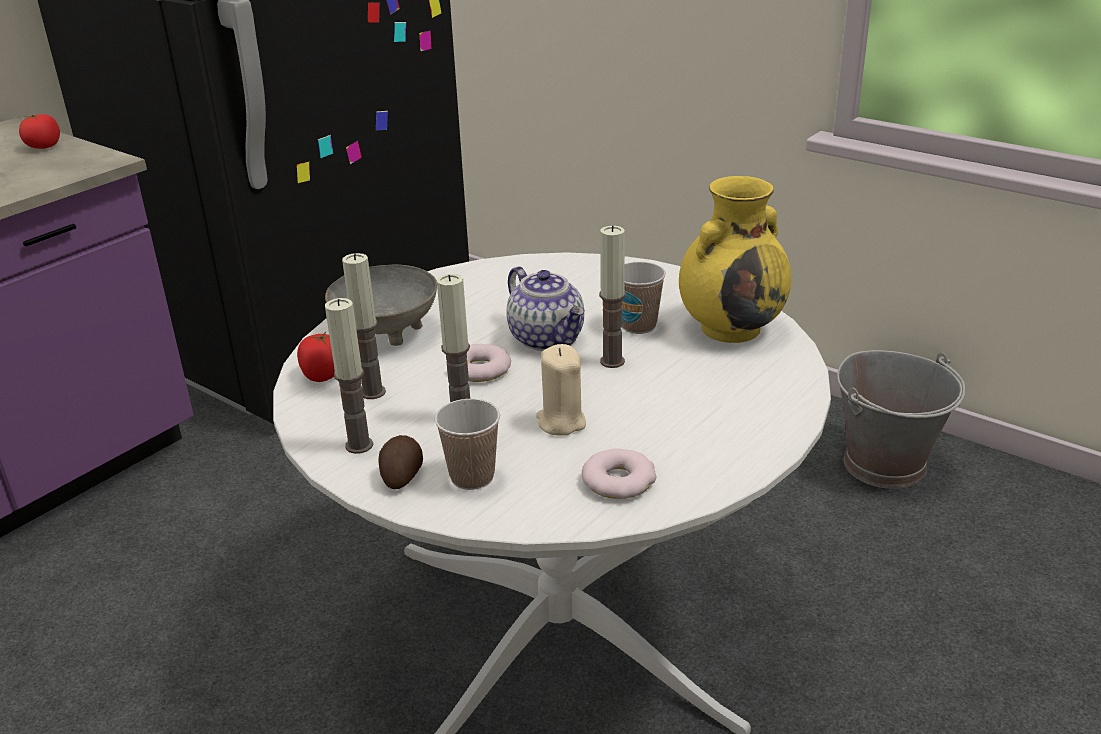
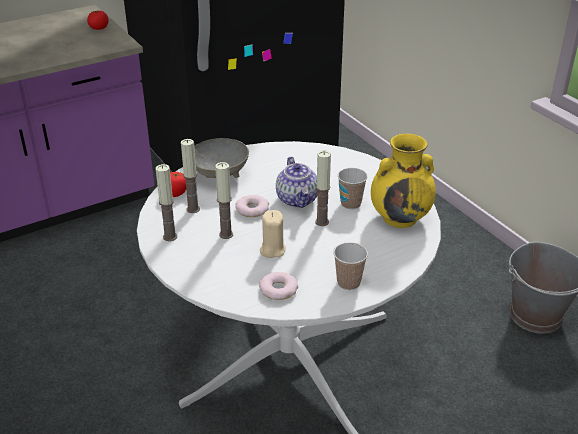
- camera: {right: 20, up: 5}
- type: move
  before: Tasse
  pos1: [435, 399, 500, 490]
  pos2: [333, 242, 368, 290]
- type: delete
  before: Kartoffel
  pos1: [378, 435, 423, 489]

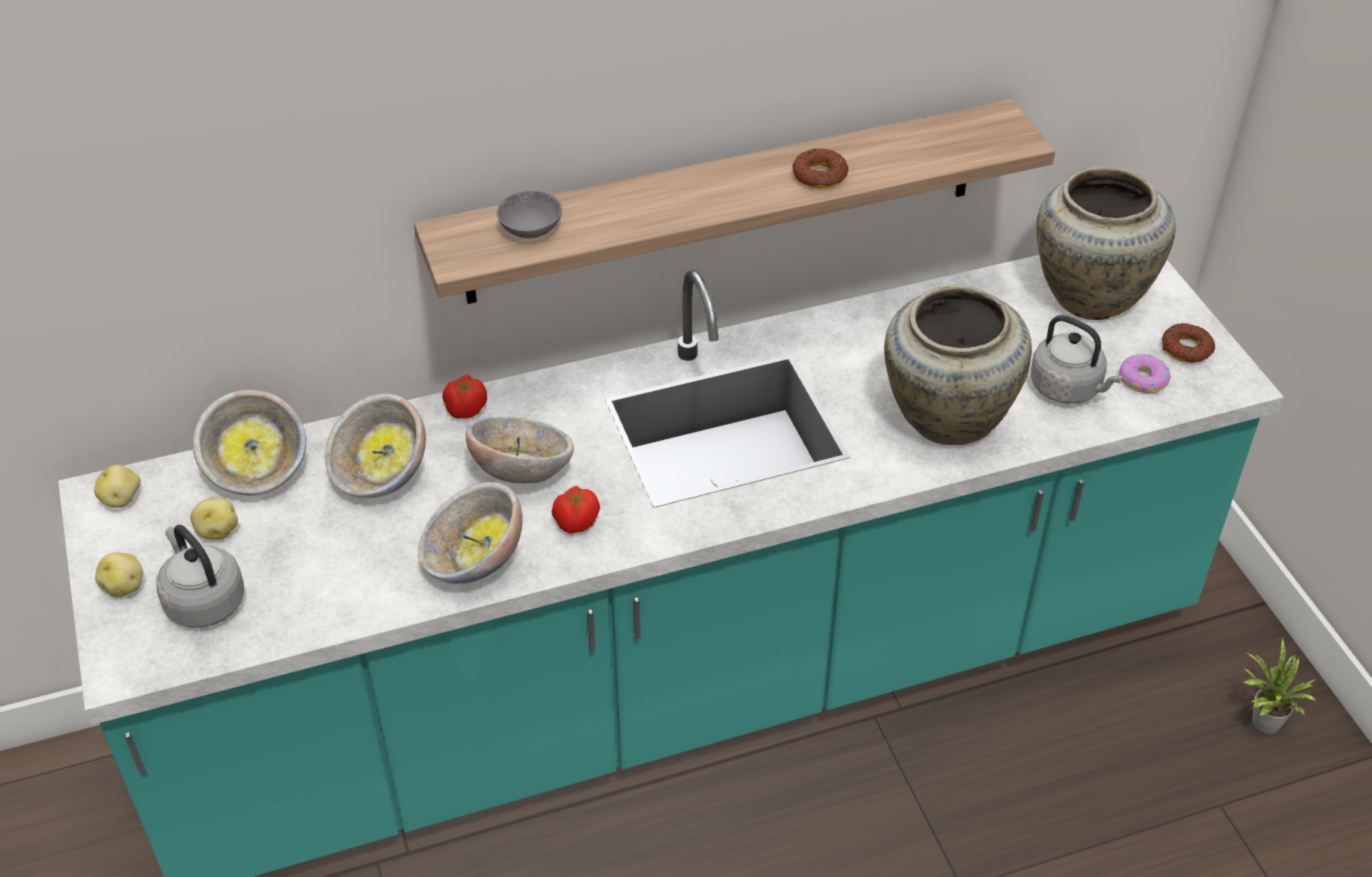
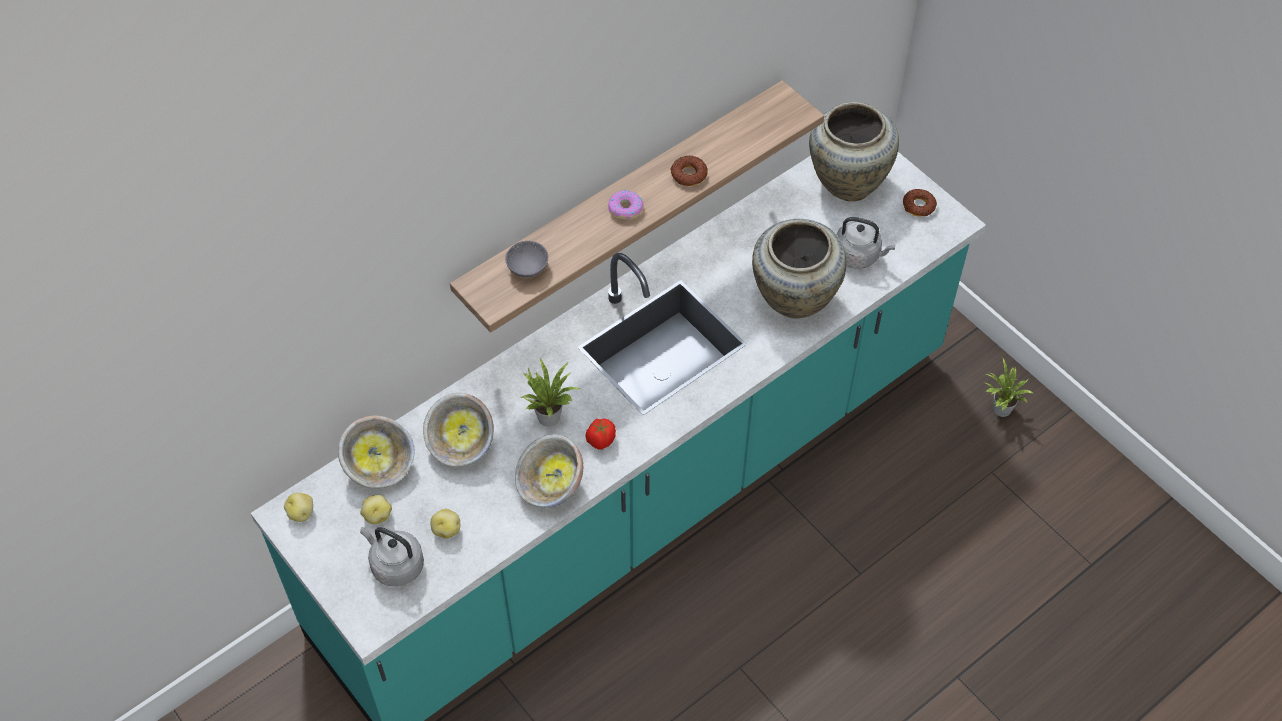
- camera: {right: -20, up: 10}
- type: move
  before: Kartoffel
  pos1: [95, 552, 143, 597]
  pos2: [431, 509, 460, 539]
- type: replace
  before: Schüssel
  after: Topfpflanze
  pos1: [466, 416, 574, 484]
  pos2: [520, 358, 580, 427]
- type: move
  before: Donut
  pos1: [1119, 354, 1171, 393]
  pos2: [608, 190, 644, 220]
- type: delete
  before: Tomate
  pos1: [442, 375, 487, 419]

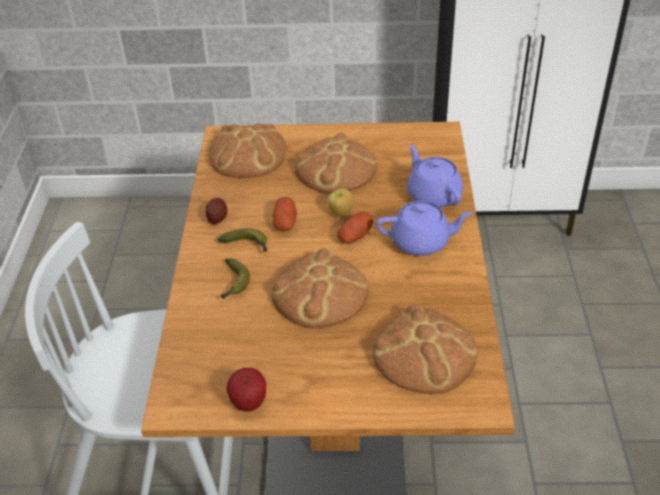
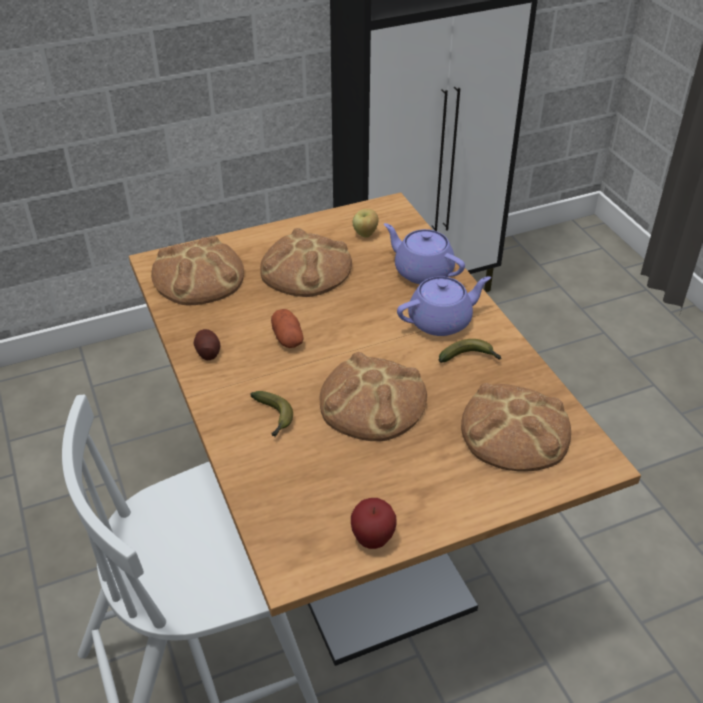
- camera: {right: -25, up: 0}
- type: move
  before: Apfel
  pos1: [328, 189, 354, 217]
  pos2: [353, 209, 379, 238]
- type: move
  before: Banane
  pos1: [218, 228, 267, 252]
  pos2: [439, 339, 502, 363]
- type: delete
  before: Kartoffel
  pos1: [337, 212, 373, 244]

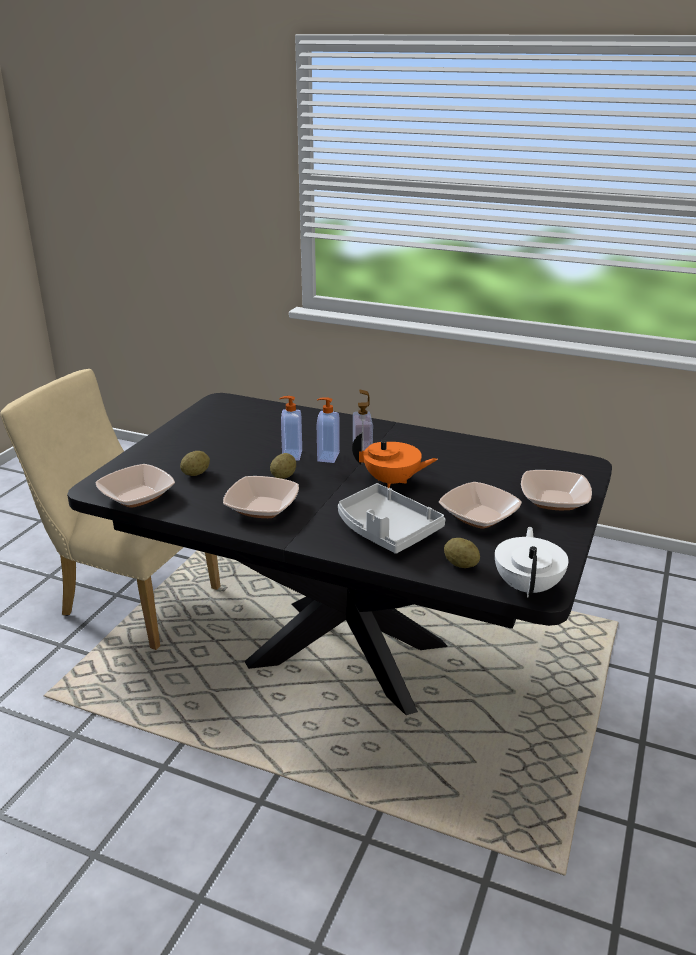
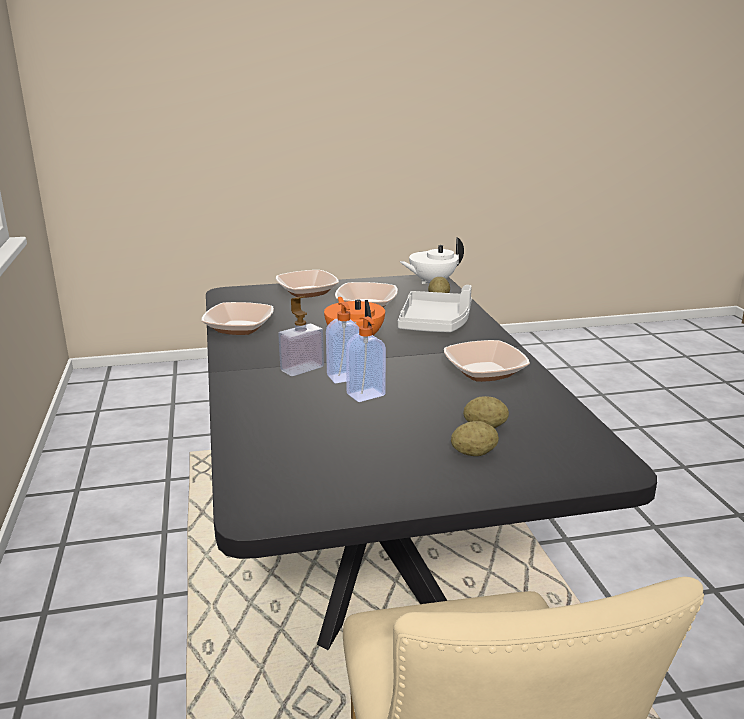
- camera: {right: -125, up: -5}
- type: move
  before: Schüssel
  pos1: [95, 464, 175, 508]
  pos2: [201, 302, 274, 335]
- type: move
  before: Kartoffel
  pos1: [270, 453, 296, 479]
  pos2: [451, 421, 499, 456]

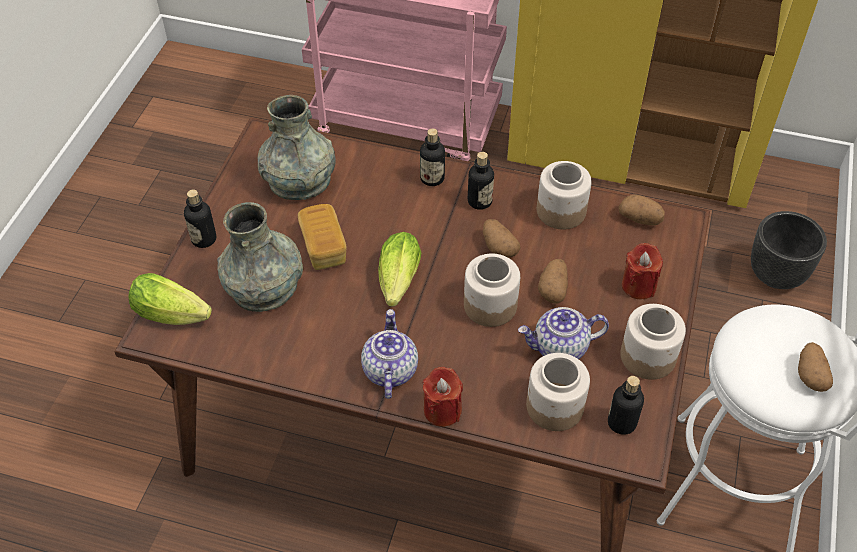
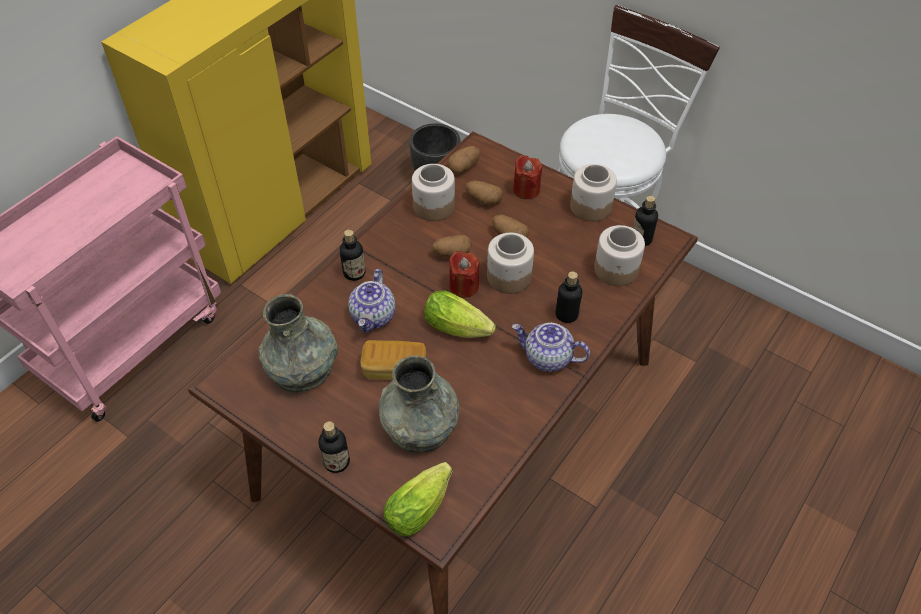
- camera: {right: -70, up: 0}
- type: move
  before: Teekanne
  pos1: [518, 307, 609, 359]
  pos2: [348, 269, 395, 332]
- type: move
  before: Kerze (rot)
  pos1: [423, 367, 463, 427]
  pos2: [449, 251, 479, 298]
- type: move
  before: Kartoffel
  pos1: [798, 342, 833, 392]
  pos2: [466, 180, 503, 205]
- type: move
  before: Flasche
  pos1: [468, 152, 494, 210]
  pos2: [555, 271, 582, 323]

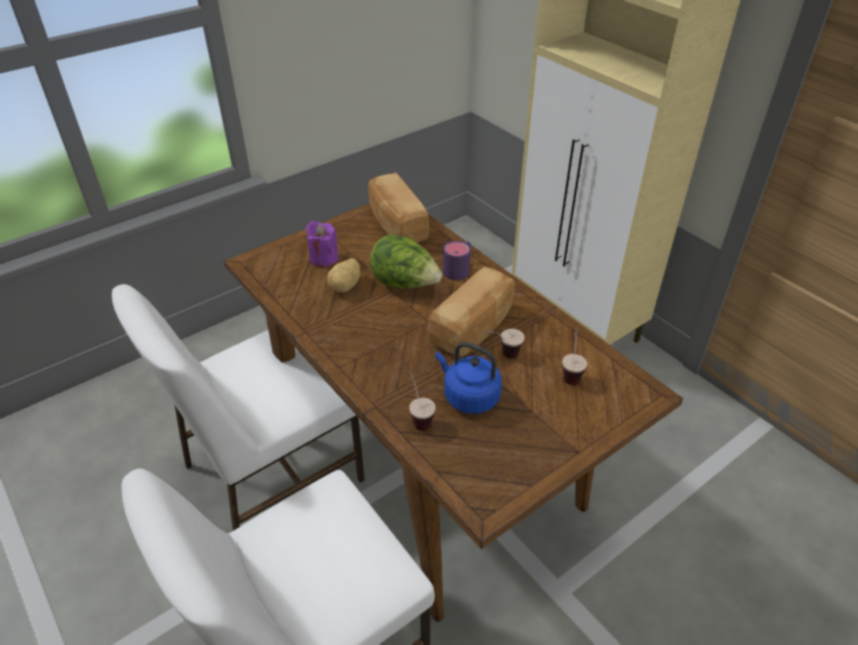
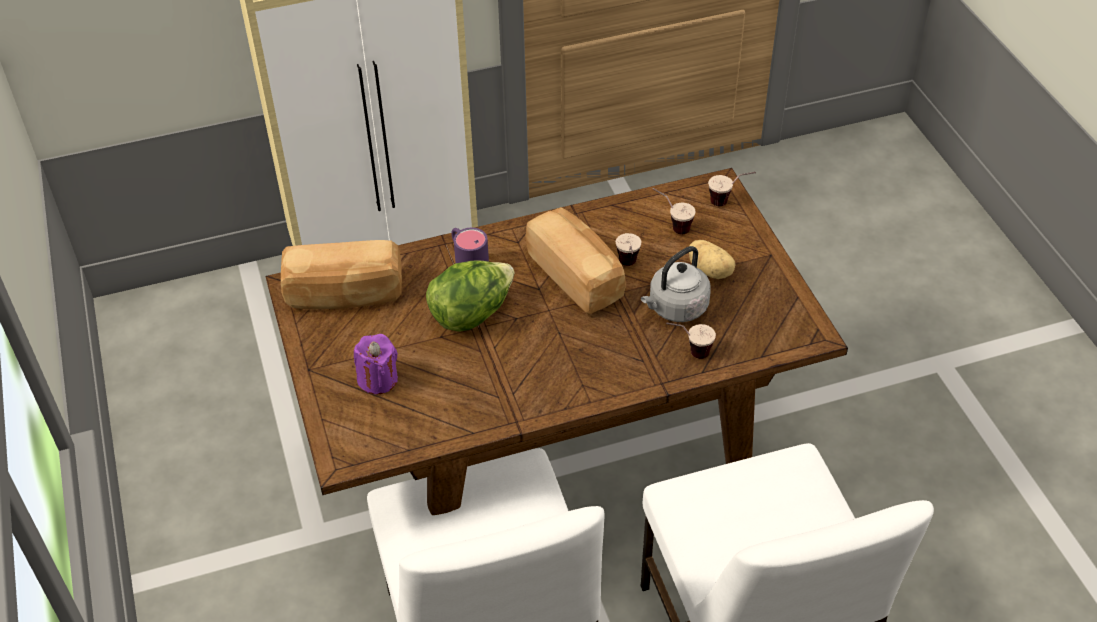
- camera: {right: -70, up: 5}
- type: recolor
  before: Wasserkessel (blau)
  after: Wasserkessel (grau)
  pos1: [435, 342, 502, 414]
  pos2: [641, 246, 711, 322]
- type: move
  before: Kartoffel
  pos1: [327, 258, 361, 293]
  pos2: [689, 240, 736, 279]
- type: insert
  after: Tasse
  pos2: [708, 172, 756, 206]

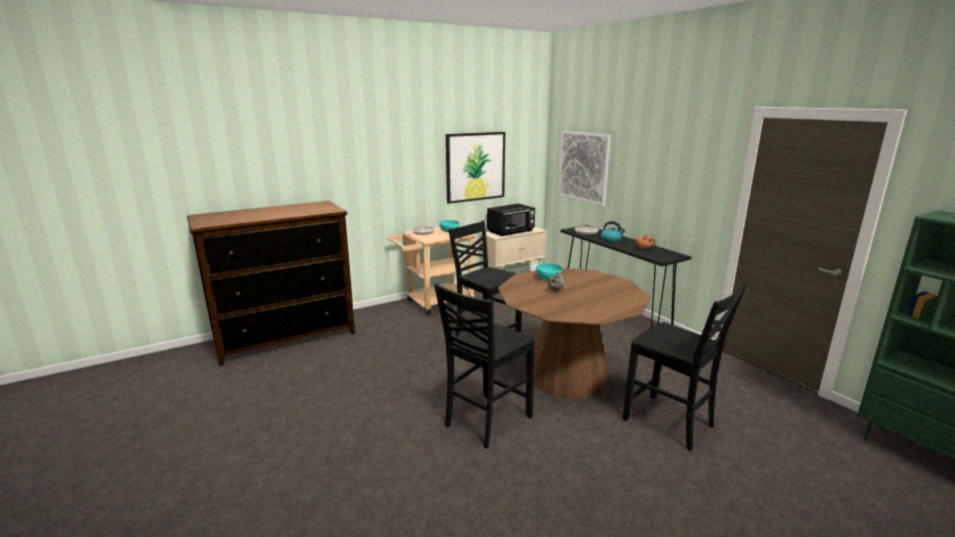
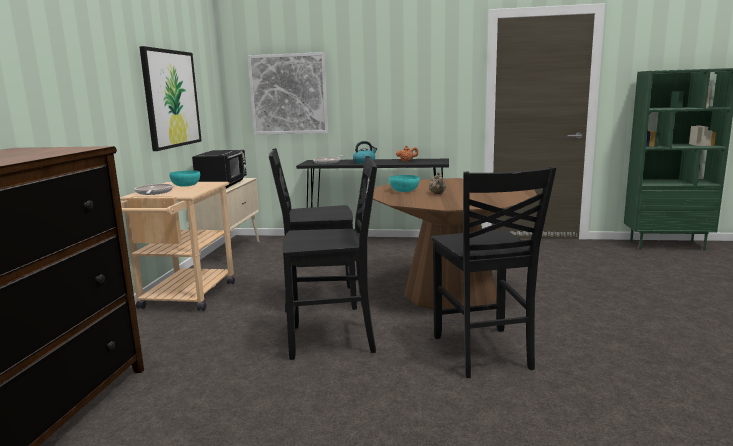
- camera: {right: -50, up: -5}
- type: move
  before: Stuhl (schwarz)
  pos1: [623, 283, 747, 451]
  pos2: [282, 156, 377, 360]

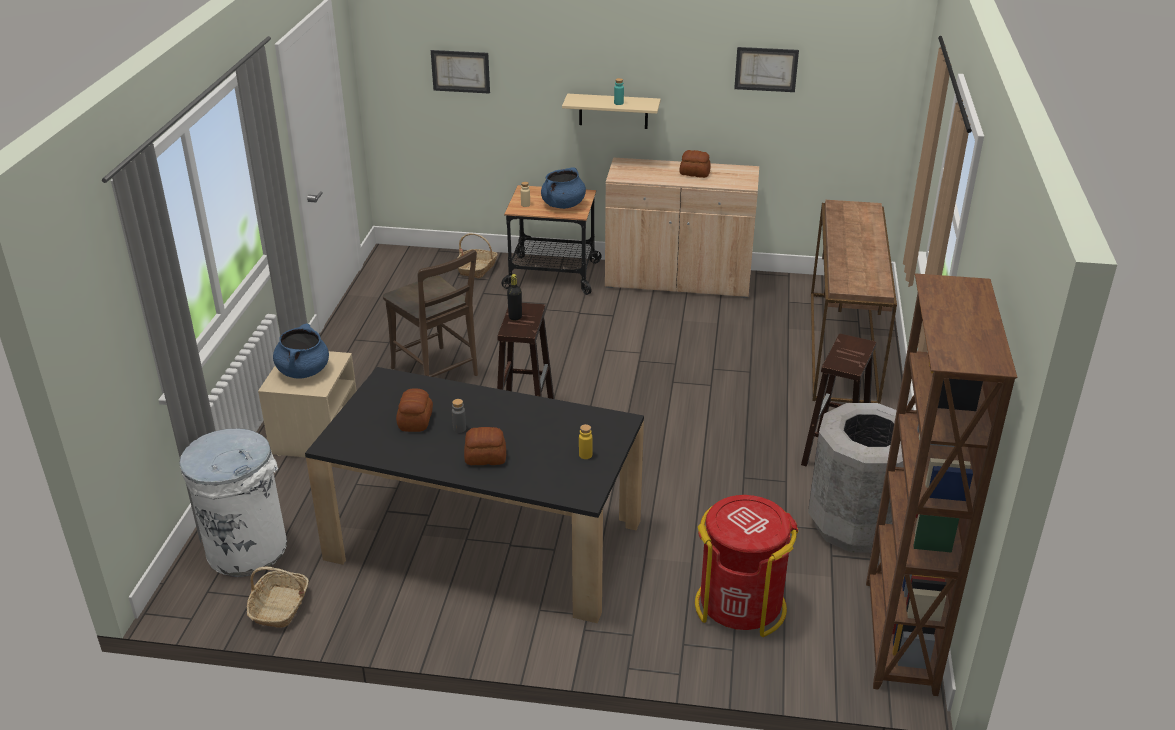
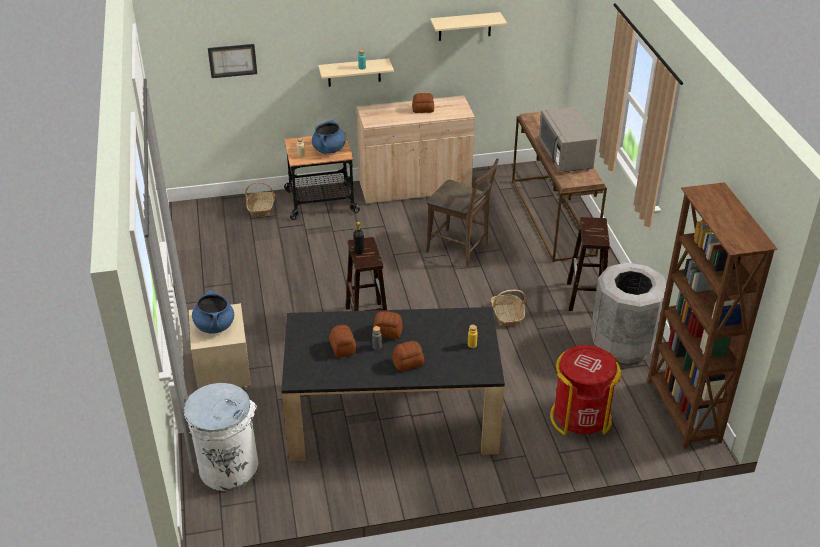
- camera: {right: -20, up: 5}
- type: insert
  after: Brot
  pos2: [373, 311, 403, 339]
- type: move
  before: Stuhl (braun)
  pos1: [383, 250, 478, 377]
  pos2: [426, 158, 499, 267]
- type: replace
  before: Bild
  after: Wandregal (beige)
  pos1: [734, 47, 799, 92]
  pos2: [430, 12, 507, 41]
- type: move
  before: Korb
  pos1: [246, 567, 309, 628]
  pos2: [491, 290, 526, 326]
- type: insert
  after: Mikrowelle (grau)
  pos2: [539, 106, 597, 173]

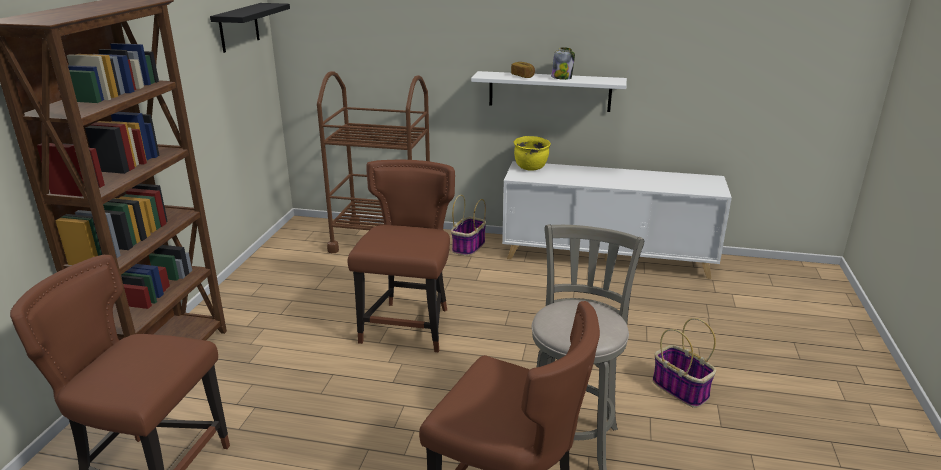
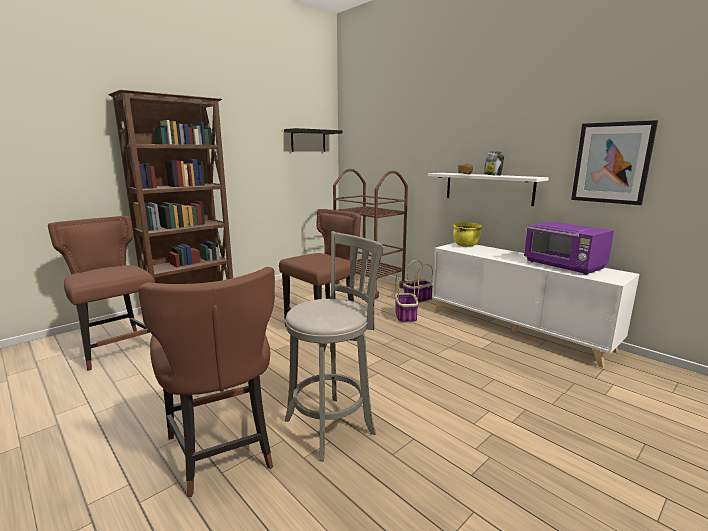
- camera: {right: 35, up: -10}
- type: move
  before: Korb
  pos1: [653, 318, 716, 408]
  pos2: [395, 275, 419, 323]
- type: insert
  after: Mikrowelle (lila)
  pos2: [524, 221, 614, 275]
- type: insert
  after: Bild
  pos2: [571, 120, 658, 205]

